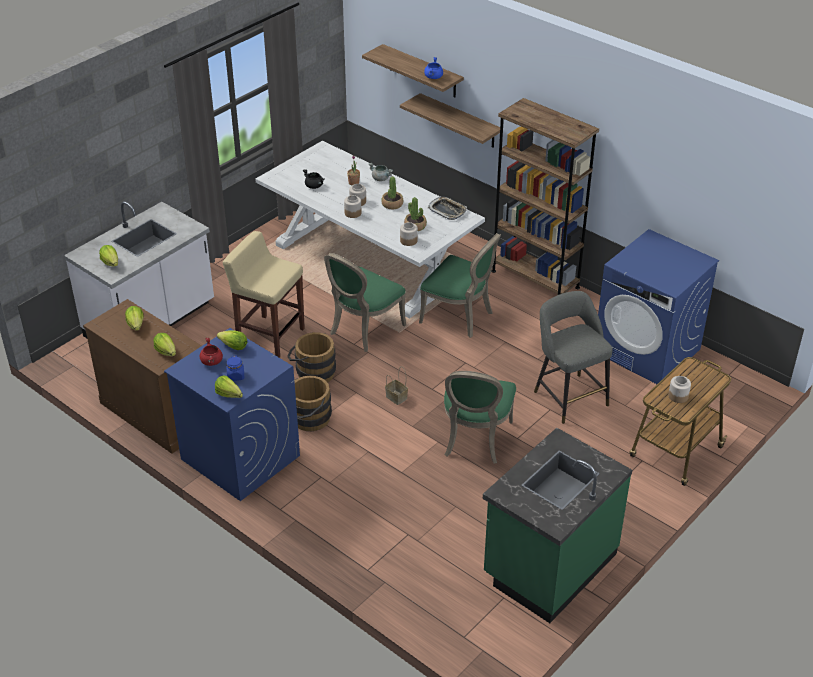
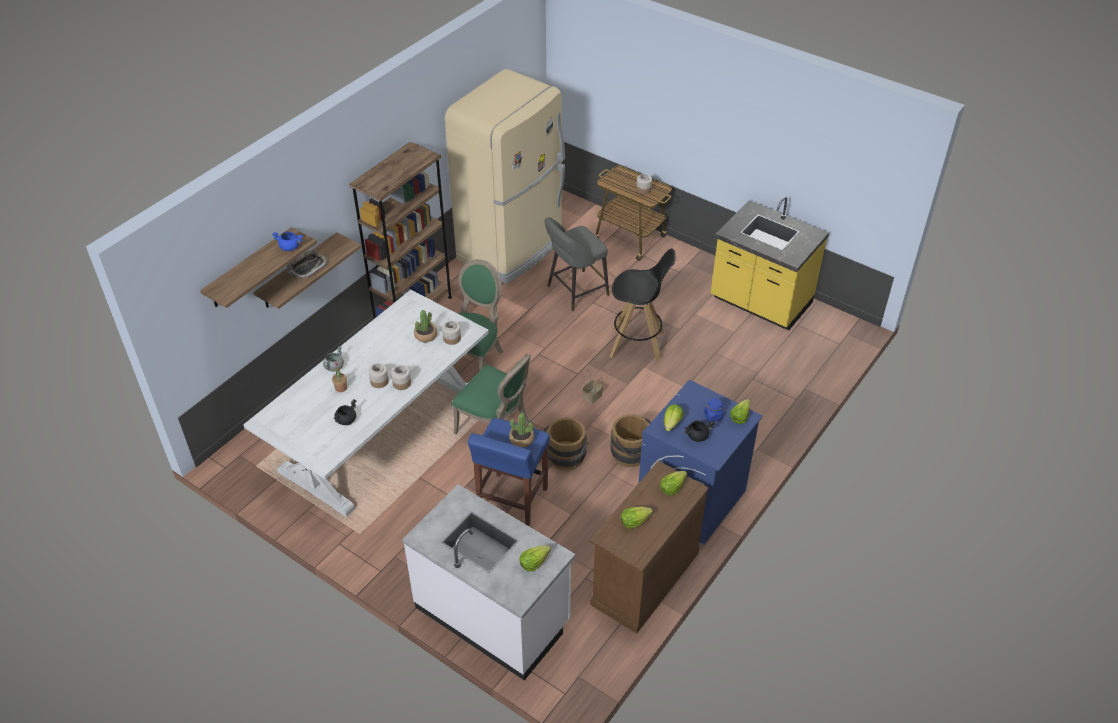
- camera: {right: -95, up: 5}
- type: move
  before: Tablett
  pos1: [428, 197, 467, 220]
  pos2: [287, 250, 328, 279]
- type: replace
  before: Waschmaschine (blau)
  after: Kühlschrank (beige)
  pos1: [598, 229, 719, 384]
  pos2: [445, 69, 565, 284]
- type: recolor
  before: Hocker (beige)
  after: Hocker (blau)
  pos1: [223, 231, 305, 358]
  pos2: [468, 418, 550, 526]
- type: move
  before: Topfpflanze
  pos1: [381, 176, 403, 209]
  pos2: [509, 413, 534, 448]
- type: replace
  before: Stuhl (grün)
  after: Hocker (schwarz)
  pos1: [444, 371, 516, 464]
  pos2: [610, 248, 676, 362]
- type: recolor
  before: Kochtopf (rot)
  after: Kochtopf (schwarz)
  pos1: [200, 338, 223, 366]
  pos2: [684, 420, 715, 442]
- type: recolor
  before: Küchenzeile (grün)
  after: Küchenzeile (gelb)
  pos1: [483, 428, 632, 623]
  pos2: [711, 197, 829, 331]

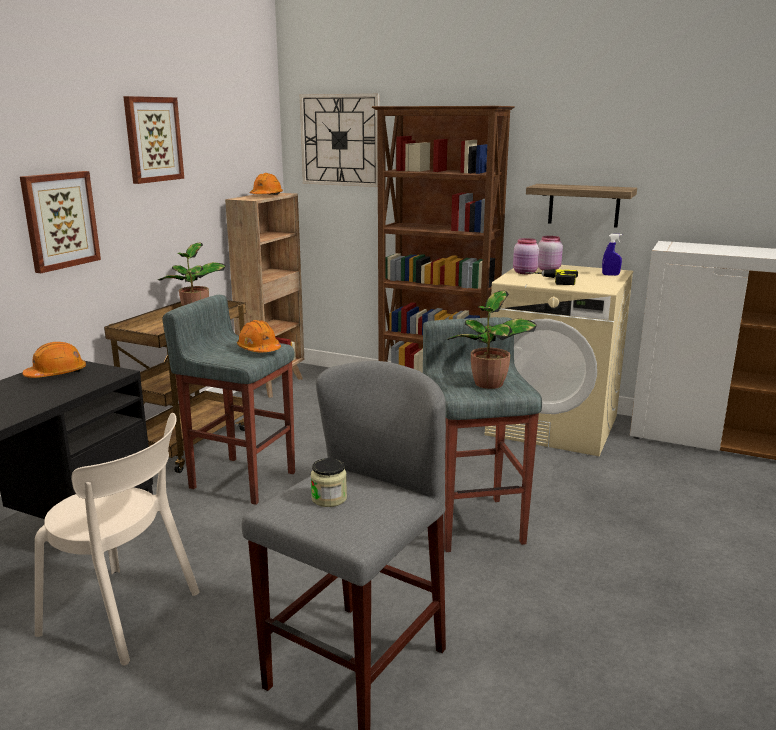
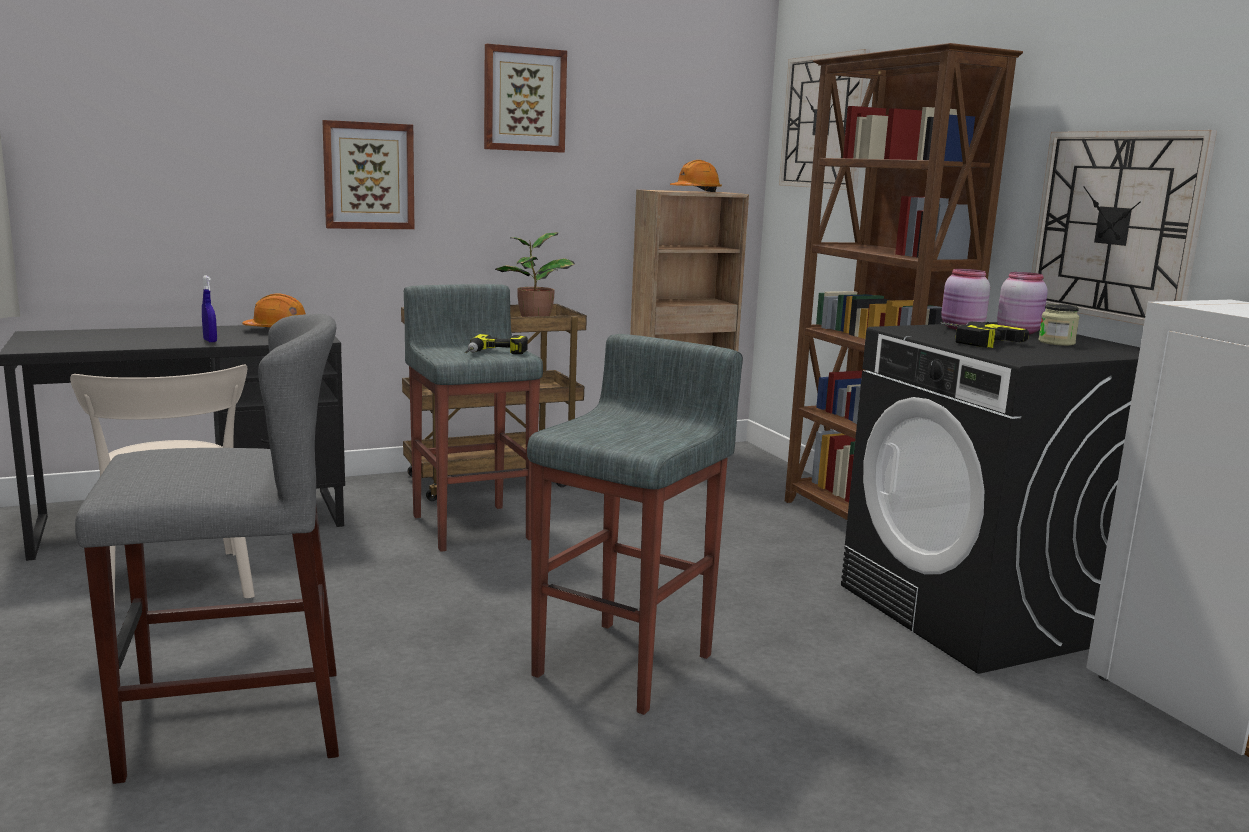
- camera: {right: 40, up: -5}
- type: move
  before: Sprühflasche (blau)
  pos1: [602, 234, 622, 276]
  pos2: [202, 276, 217, 342]
- type: replace
  before: Schutzhelm (orange)
  after: Bohrmaschine
  pos1: [237, 320, 281, 352]
  pos2: [465, 334, 528, 354]
- type: recolor
  before: Waschmaschine (beige)
  after: Waschmaschine (schwarz)
  pos1: [485, 265, 633, 456]
  pos2: [841, 322, 1140, 674]
- type: replace
  before: Wandregal
  after: Wanduhr
  pos1: [526, 184, 637, 228]
  pos2: [1031, 130, 1217, 325]
- type: move
  before: Vorratsglas
  pos1: [311, 458, 347, 507]
  pos2: [1038, 304, 1080, 346]
- type: delete
  before: Topfpflanze
  pos1: [447, 290, 537, 389]

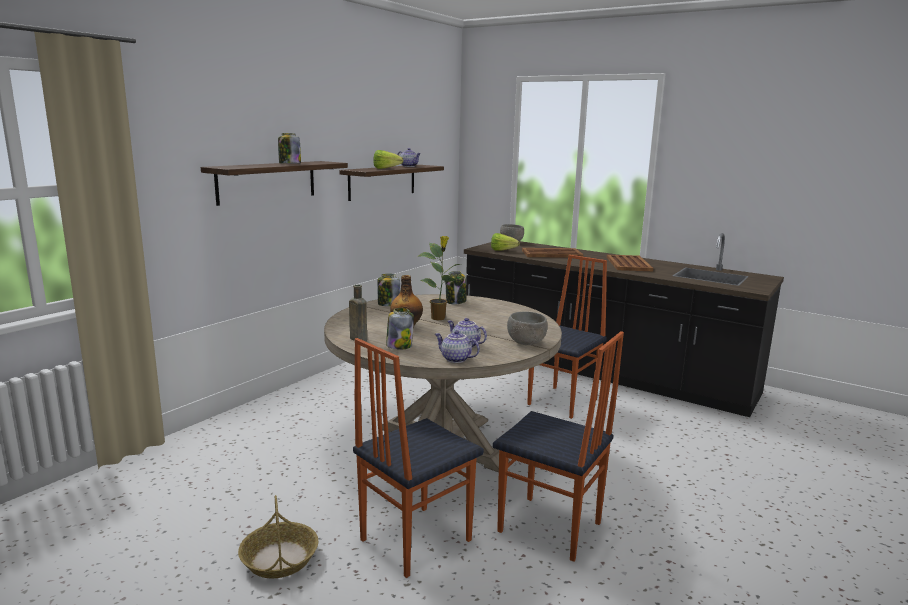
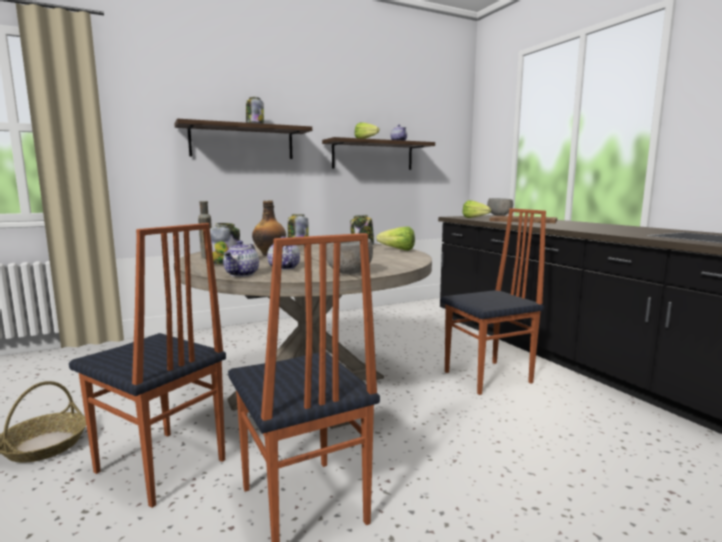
- camera: {right: 30, up: -5}
- type: rotate
  before: Stuhl
  pos1: [353, 338, 484, 578]
  pos2: [69, 223, 226, 508]
  turn: -135
- type: rotate
  before: Teekanne
  pos1: [435, 330, 480, 363]
  pos2: [223, 240, 259, 277]
  turn: -135
- type: insert
  after: Salatkopf
  pos2: [377, 226, 415, 251]
- type: delete
  before: Topfpflanze
  pos1: [418, 236, 462, 320]
- type: delete
  before: Tablett (braun)
  pos1: [607, 255, 653, 271]

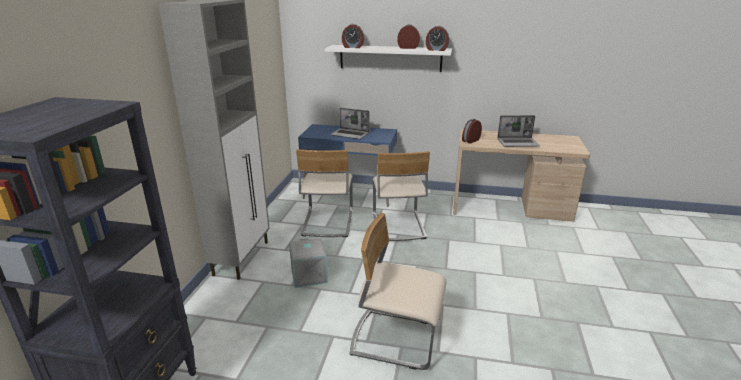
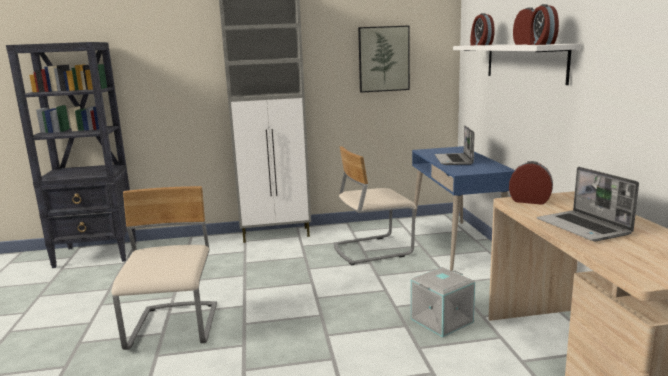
- camera: {right: 70, up: -10}
- type: insert
  after: Bild
  pos2: [358, 25, 410, 93]
- type: move
  before: Aufbewahrungsbox (grau)
  pos1: [289, 238, 328, 288]
  pos2: [411, 267, 475, 337]
- type: delete
  before: Stuhl (beige)
  pos1: [373, 151, 430, 241]

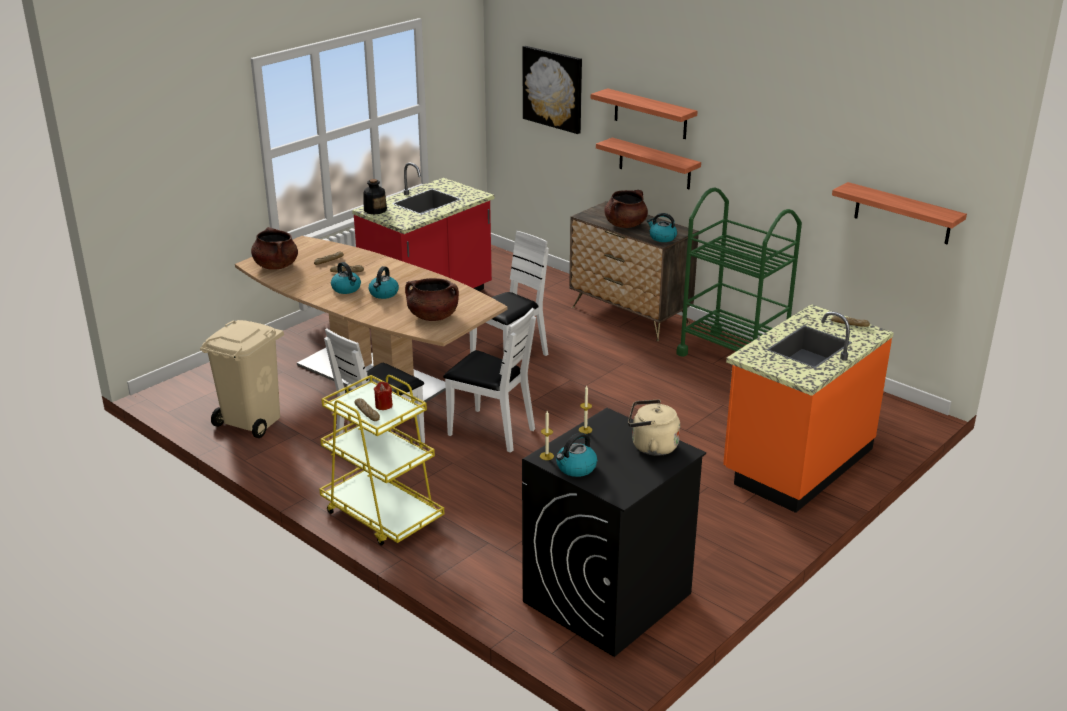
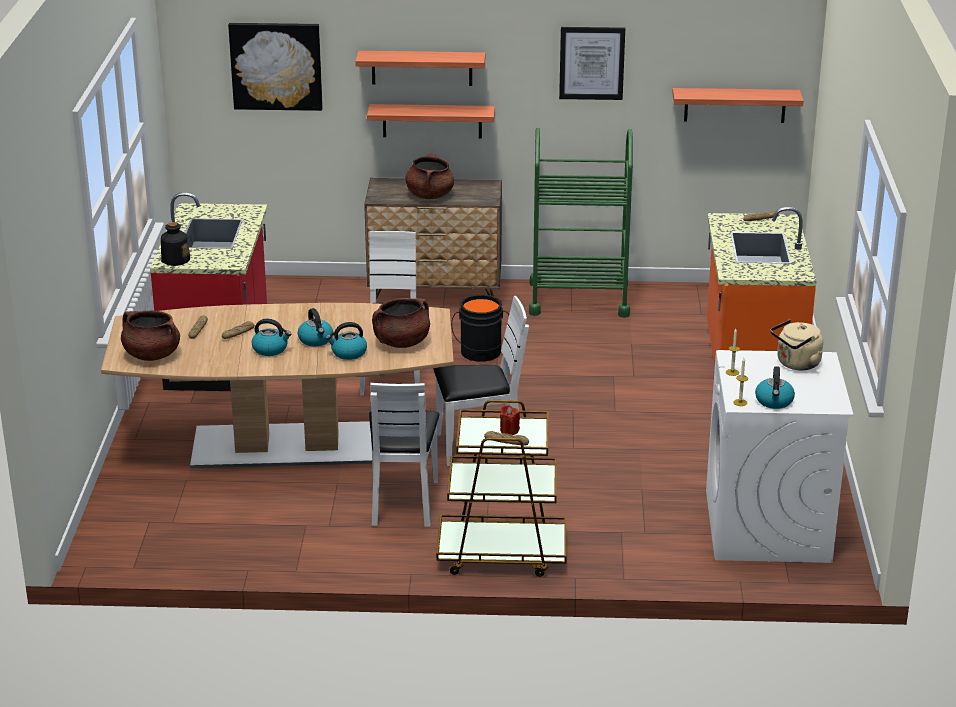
- camera: {right: -40, up: 0}
- type: move
  before: Wasserkessel
  pos1: [647, 213, 677, 242]
  pos2: [326, 322, 367, 360]
- type: recolor
  before: Rollwagen (gelb)
  after: Rollwagen (braun)
  pos1: [319, 375, 444, 546]
  pos2: [436, 400, 567, 577]
- type: insert
  after: Eimer (schwarz)
  pos2: [451, 294, 509, 362]
- type: insert
  after: Bild
  pos2: [559, 27, 625, 100]
- type: recolor
  before: Waschmaschine (schwarz)
  after: Waschmaschine (weiß)
  pos1: [522, 408, 706, 657]
  pos2: [706, 350, 853, 563]
- type: delete
  before: Mülleimer (beige)
  pos1: [200, 320, 284, 438]

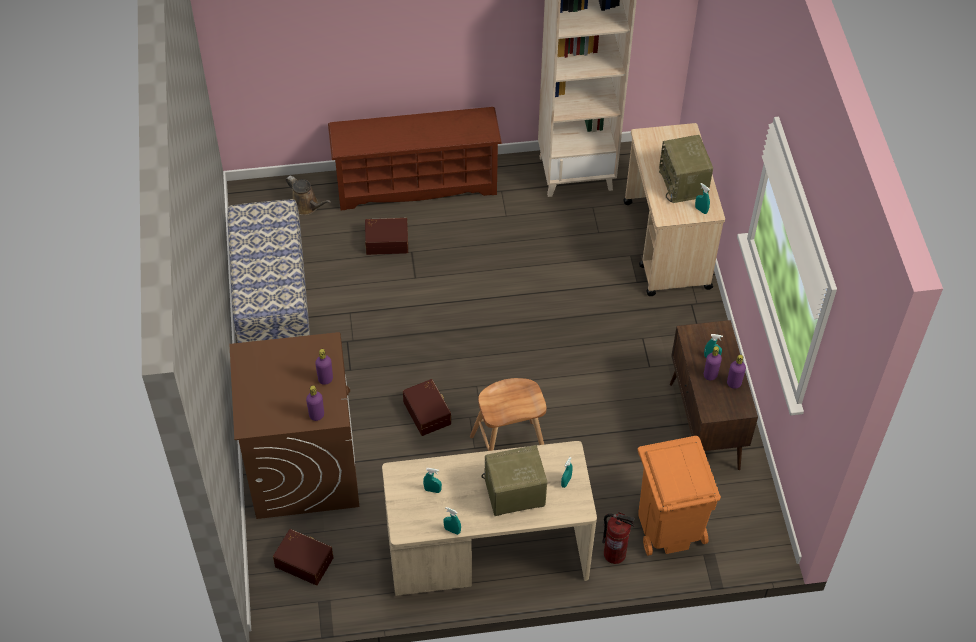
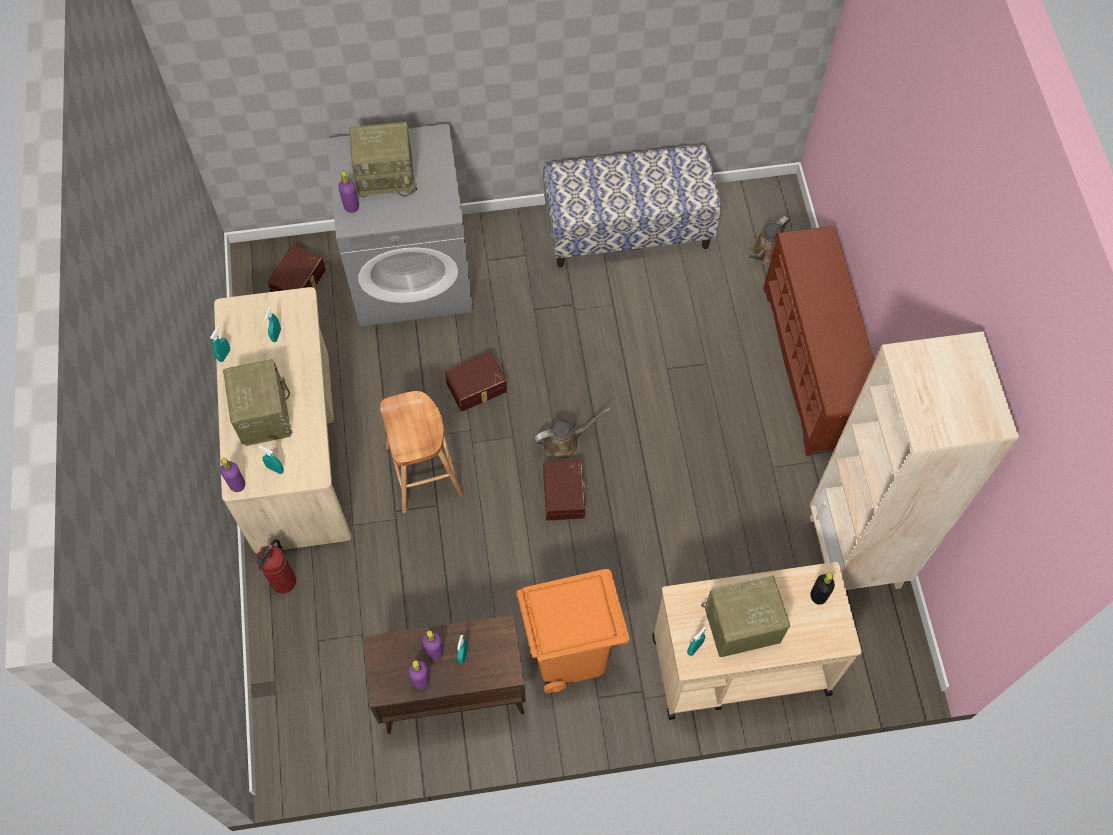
- camera: {right: 90, up: 10}
- type: move
  before: Flasche (lila)
  pos1: [315, 349, 333, 385]
  pos2: [220, 458, 245, 492]
- type: recolor
  before: Waschmaschine (braun)
  after: Waschmaschine (grau)
  pos1: [229, 332, 359, 519]
  pos2: [327, 124, 473, 327]
- type: insert
  after: Radio
  pos2: [349, 122, 417, 198]
- type: move
  before: Mülleimer (orange)
  pos1: [638, 436, 721, 556]
  pos2: [517, 569, 629, 693]
- type: insert
  after: Gießkanne (braun)
  pos2: [535, 408, 610, 460]
- type: move
  before: Aufbewahrungsbox (braun)
  pos1: [365, 218, 408, 255]
  pos2: [543, 460, 587, 520]
- type: insert
  after: Flasche (schwarz)
  pos2: [810, 573, 835, 605]

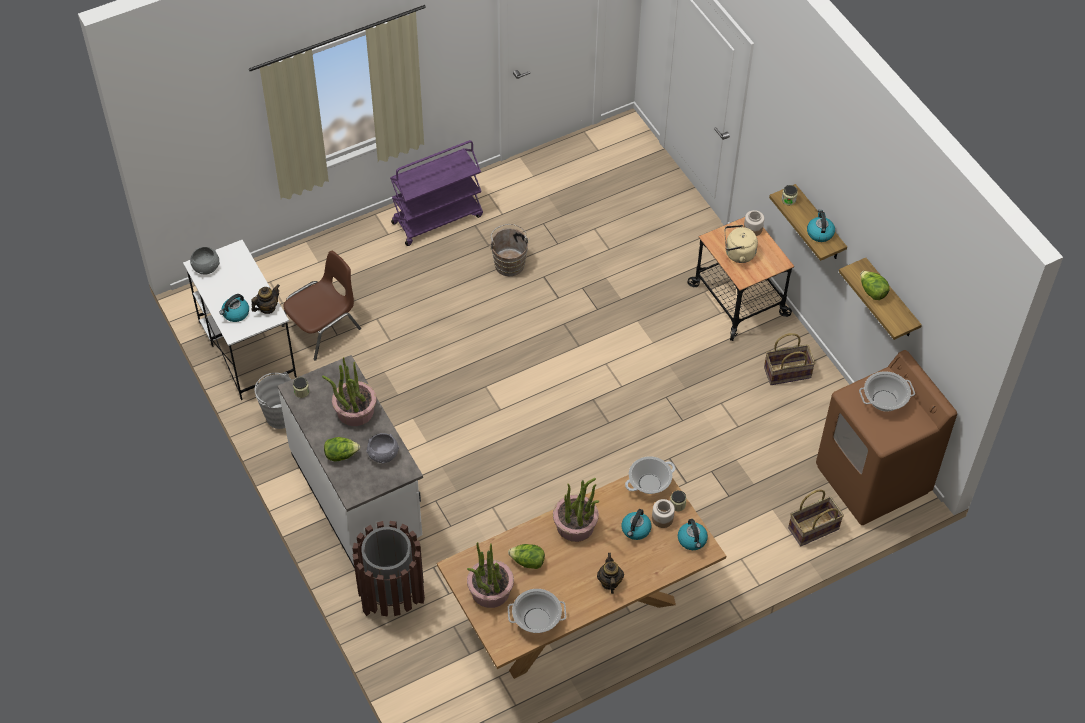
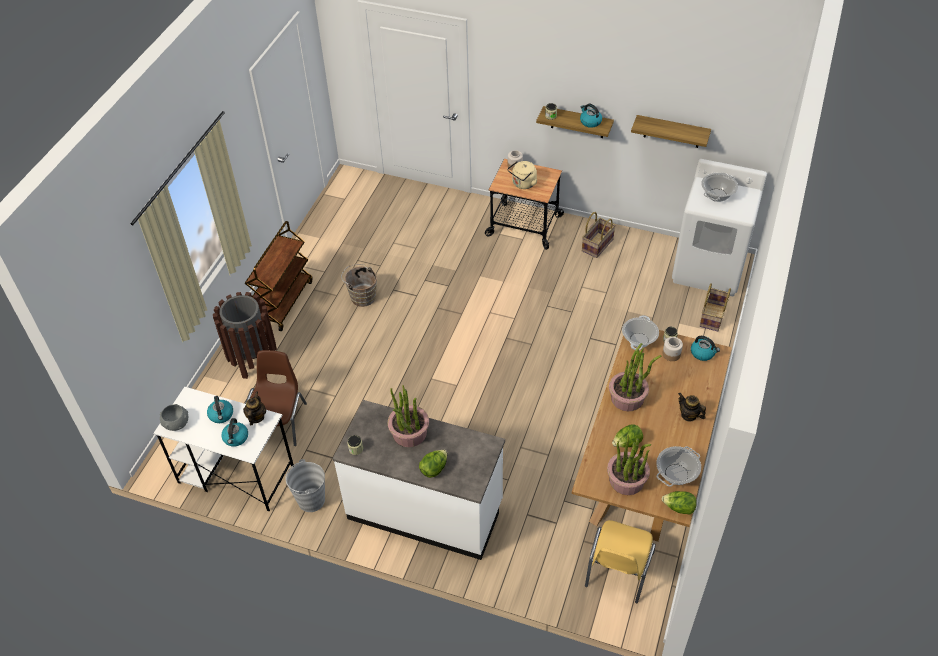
- camera: {right: -40, up: -5}
- type: move
  before: Wasserkessel
  pos1: [622, 509, 651, 540]
  pos2: [207, 396, 233, 423]
- type: move
  before: Mülleimer (braun)
  pos1: [353, 521, 425, 616]
  pos2: [213, 292, 277, 379]
- type: recolor
  before: Rollwagen (lila)
  after: Rollwagen (braun)
  pos1: [390, 140, 483, 246]
  pos2: [245, 221, 313, 331]
- type: insert
  after: Stuhl (gelb)
  pos2: [585, 520, 656, 603]
- type: move
  before: Salatkopf
  pos1: [860, 271, 889, 300]
  pos2: [662, 491, 697, 515]
- type: recolor
  before: Waschmaschine (braun)
  after: Waschmaschine (weiß)
  pos1: [816, 350, 957, 525]
  pos2: [672, 159, 767, 296]
- type: delete
  before: Schüssel (grau)
  pos1: [366, 433, 399, 463]

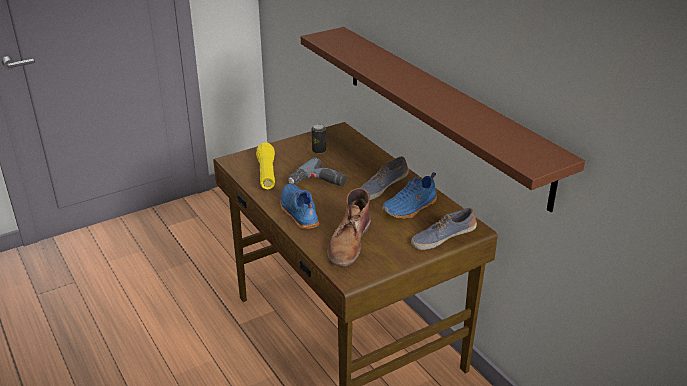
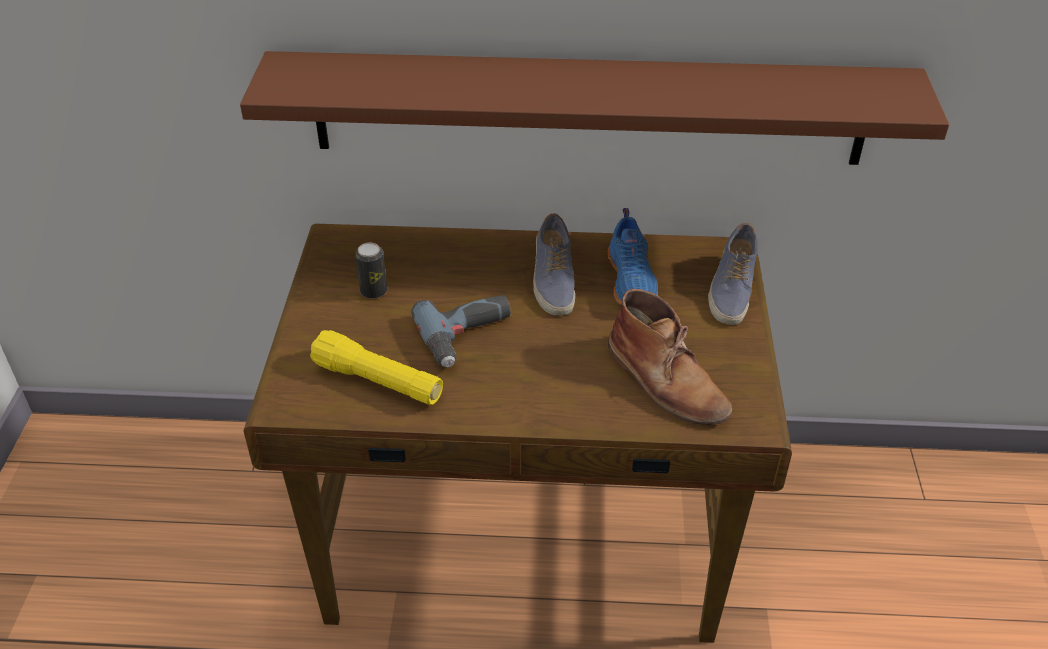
- camera: {right: -55, up: 10}
- type: delete
  before: Schuh (blau)
  pos1: [280, 184, 319, 229]

